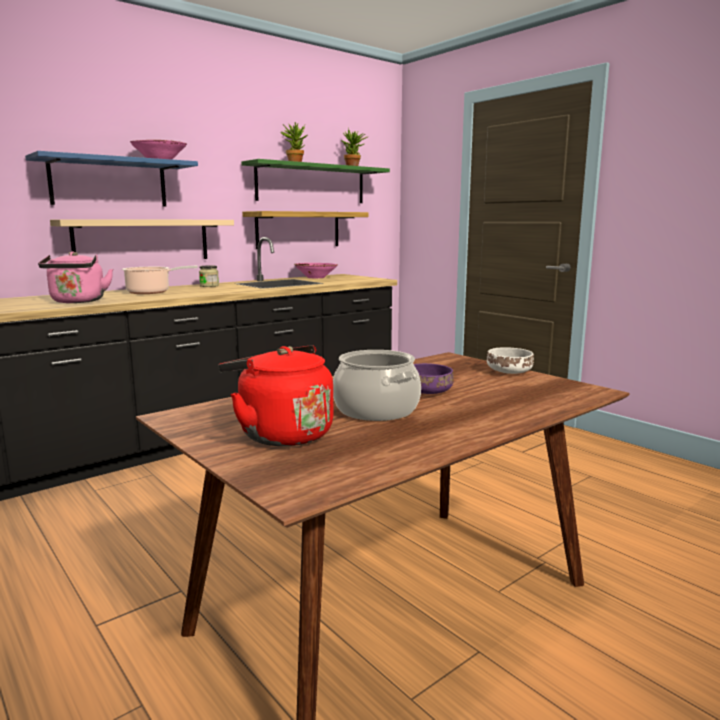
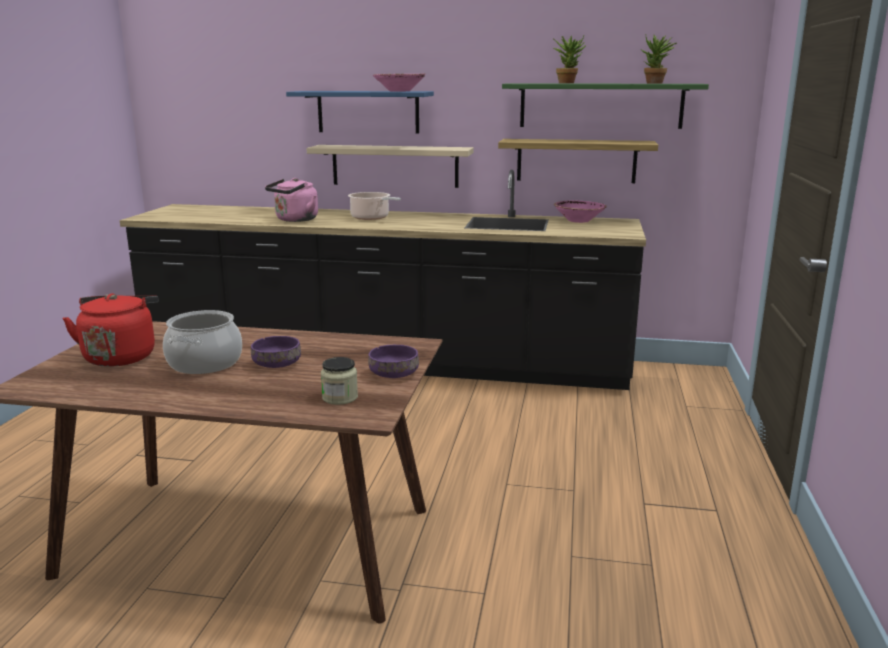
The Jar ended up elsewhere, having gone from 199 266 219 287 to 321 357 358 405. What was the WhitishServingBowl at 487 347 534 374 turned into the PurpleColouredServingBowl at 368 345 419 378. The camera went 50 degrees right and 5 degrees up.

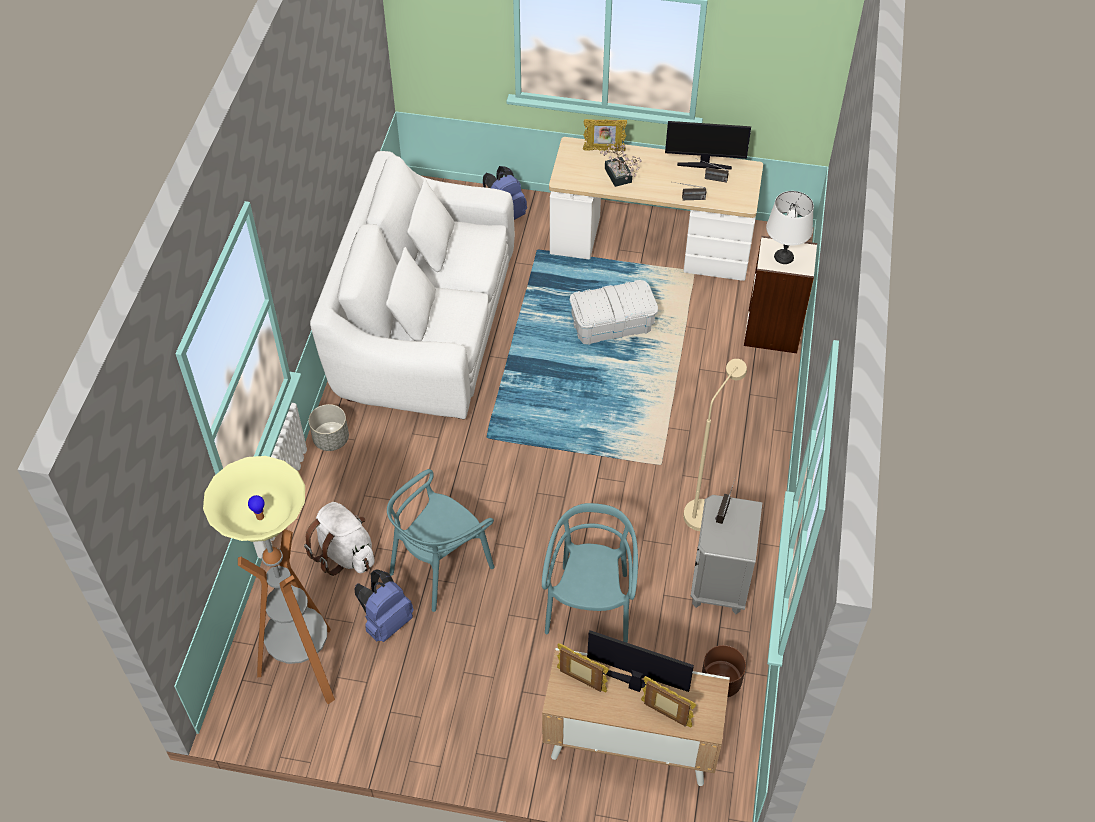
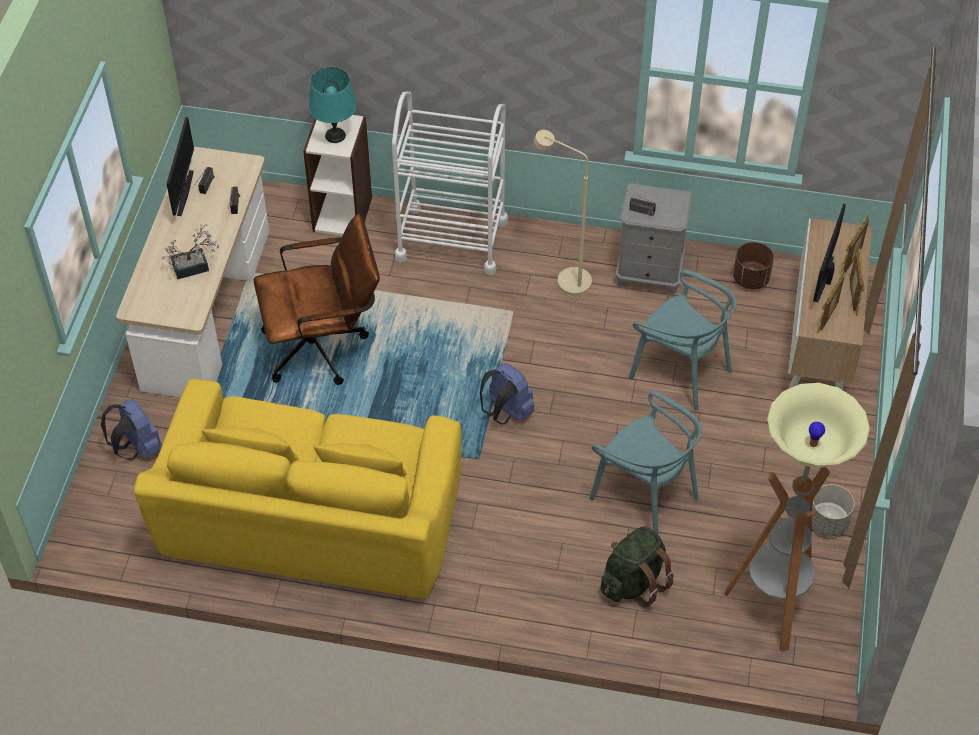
What was the WhitishKnapsack at 304 502 375 576 turned into the GreenKnapsack at 601 526 674 608. The GrayPlanter ended up elsewhere, having gone from 309 404 349 451 to 812 484 855 537. What was the WhitishSofa at 310 151 515 419 turned into the YellowSofa at 134 379 461 598. The BluishKnapsack ended up elsewhere, having gone from 355 570 414 642 to 480 363 534 425. The TurquoiseChair at 542 503 638 643 ended up facing another way, 150 degrees counterclockwise from before. Where the WhitishStorageContainer stood at 570 280 658 345, the BrownishComputerChair came to stand at 254 213 380 385. The StandingFrame ended up elsewhere, having gone from 583 119 627 151 to 849 248 865 316. What was the WhitishTabletopLamp at 766 191 814 264 turned into the TurquoiseTabletopLamp at 309 67 356 143. The second view gained the WhitishCart at 392 91 508 275. The camera went 90 degrees left and 0 degrees up.

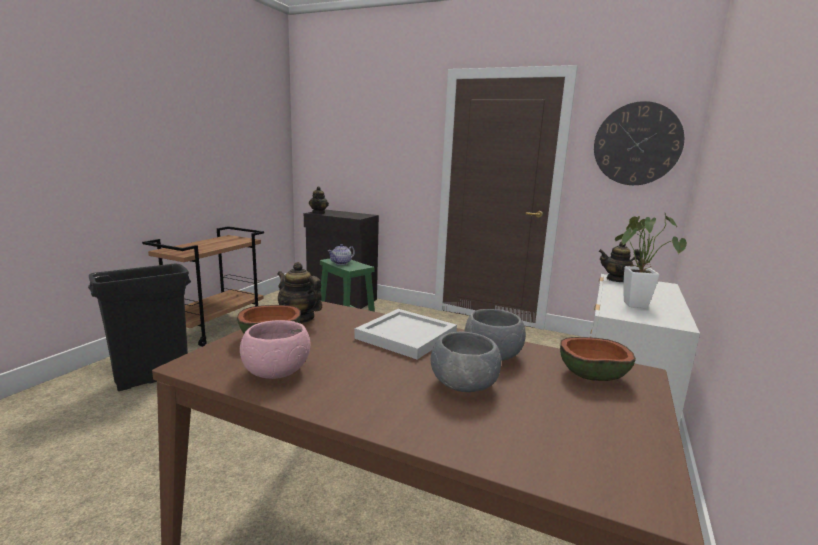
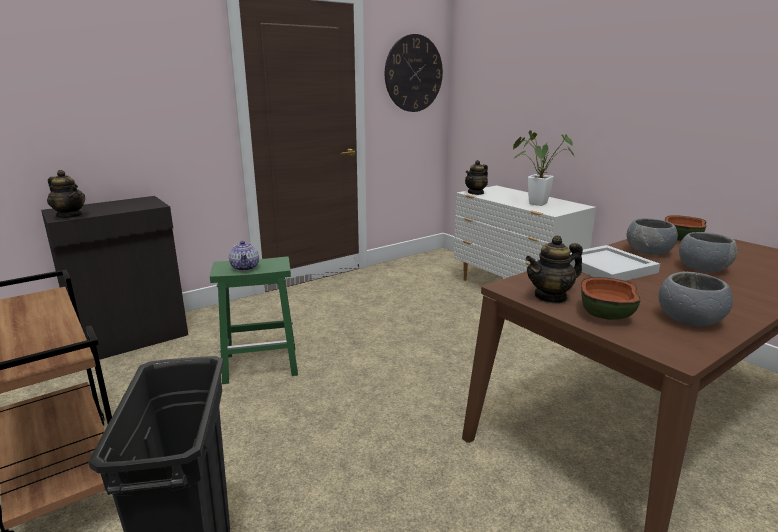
What was the PinkishServingBowl at 240 320 311 379 turned into the GrayServingBowl at 659 272 733 326. The camera went 60 degrees left and 5 degrees up.

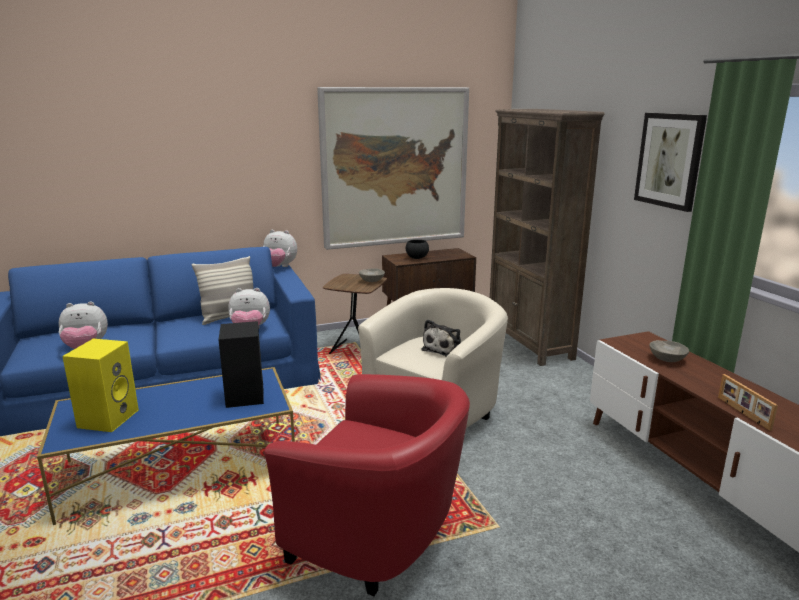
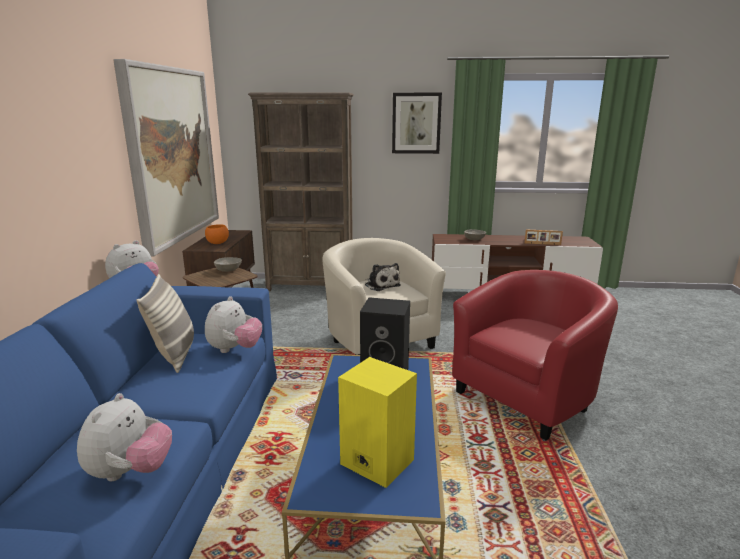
What was the BlackServingBowl at 406 240 429 259 turned into the OrangeColouredServingBowl at 205 224 229 244. The camera went 65 degrees left and 0 degrees up.

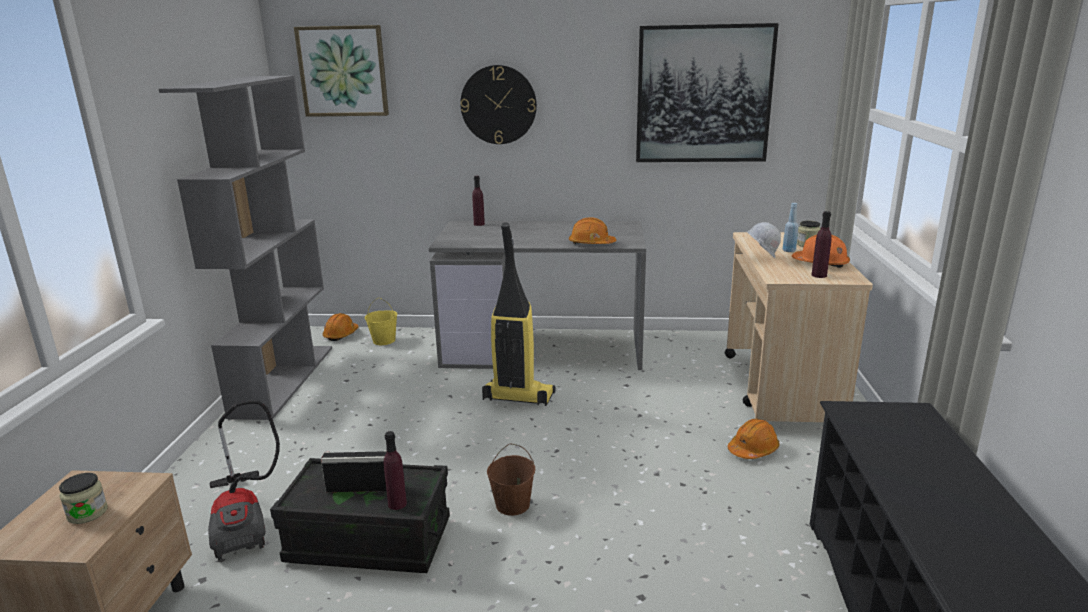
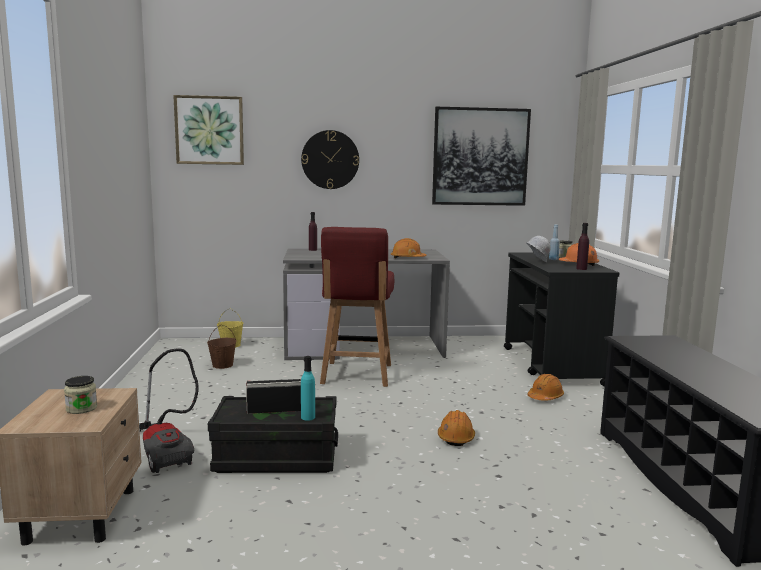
The second view lost the GrayShelvingUnit at 159 76 332 420. The OrangeColouredHardHat ended up elsewhere, having gone from 323 313 359 341 to 438 410 475 446. What was the PurpleColouredDrinkBottle at 384 431 407 510 turned into the TurquoiseDrinkBottle at 301 356 315 421. Where the Hoover stood at 482 222 556 406, the RedColouredChair came to stand at 320 227 394 387. The BrownishWaterBucket ended up elsewhere, having gone from 487 443 535 516 to 207 325 237 369. What was the BeigeColouredCart at 725 232 873 422 turned into the BlackCart at 504 253 620 387. The camera went 10 degrees left and 10 degrees down.

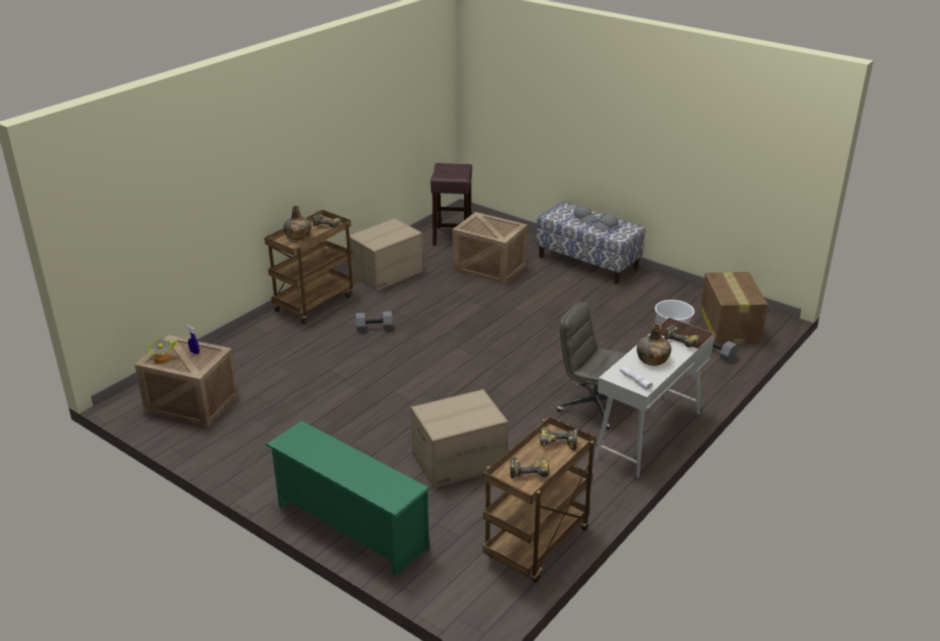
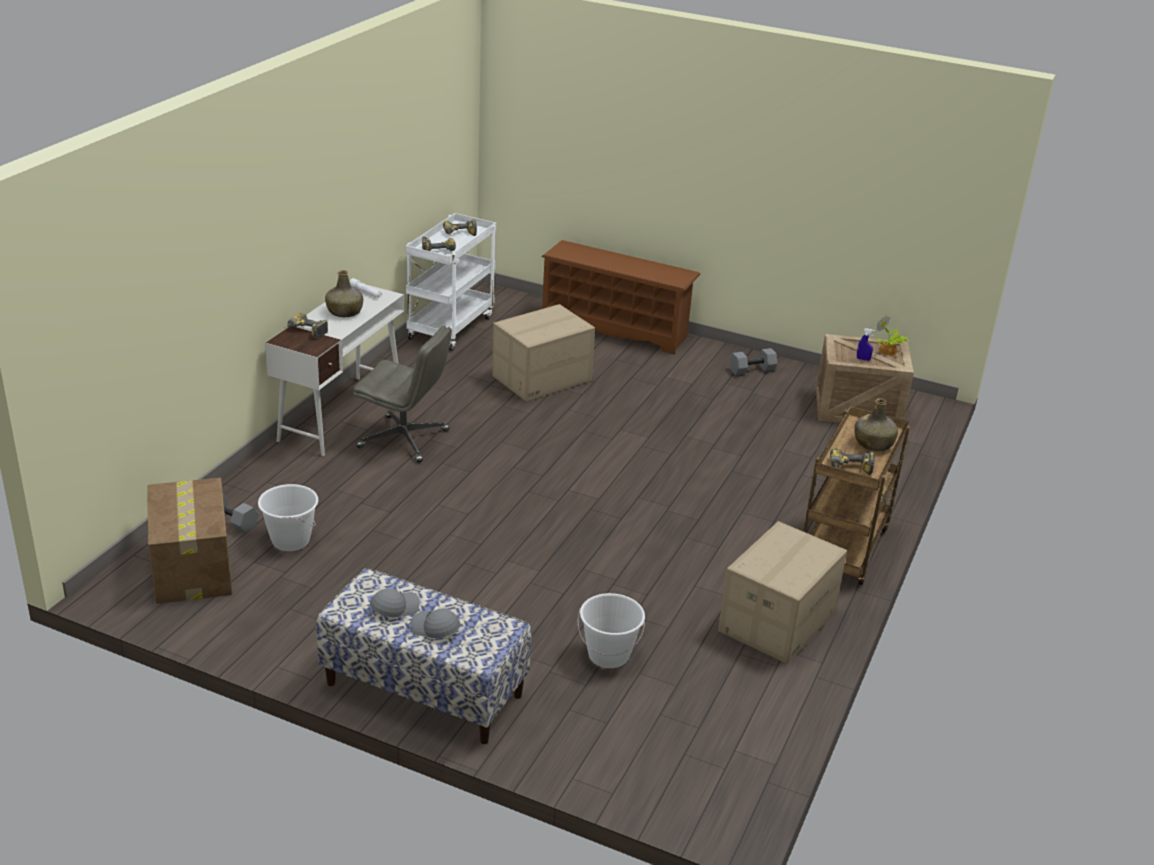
What was the GreenShoeRack at 265 421 431 576 turned into the BrownishShoeRack at 542 240 700 355. The GrayHandWeight ended up elsewhere, having gone from 356 311 393 331 to 730 348 777 375. The second view lost the BrownishStoolSeat at 431 163 472 246. Where the ShippingCrate stood at 452 212 527 285, the WhitishWaterBucket came to stand at 578 593 645 668. What was the BrownishCart at 483 416 596 583 turned into the WhitishCart at 406 213 496 351. The camera went 165 degrees right and 0 degrees up.

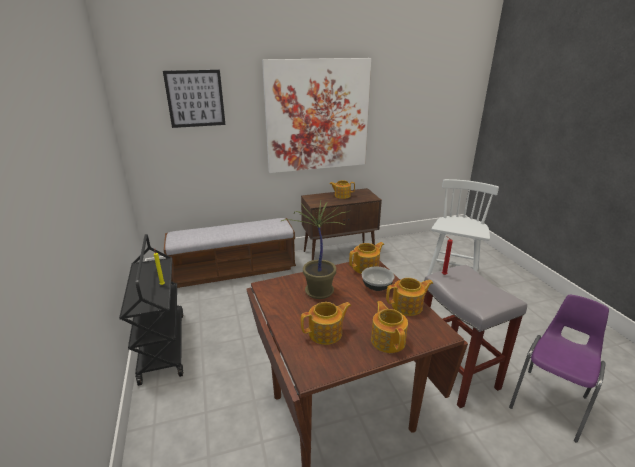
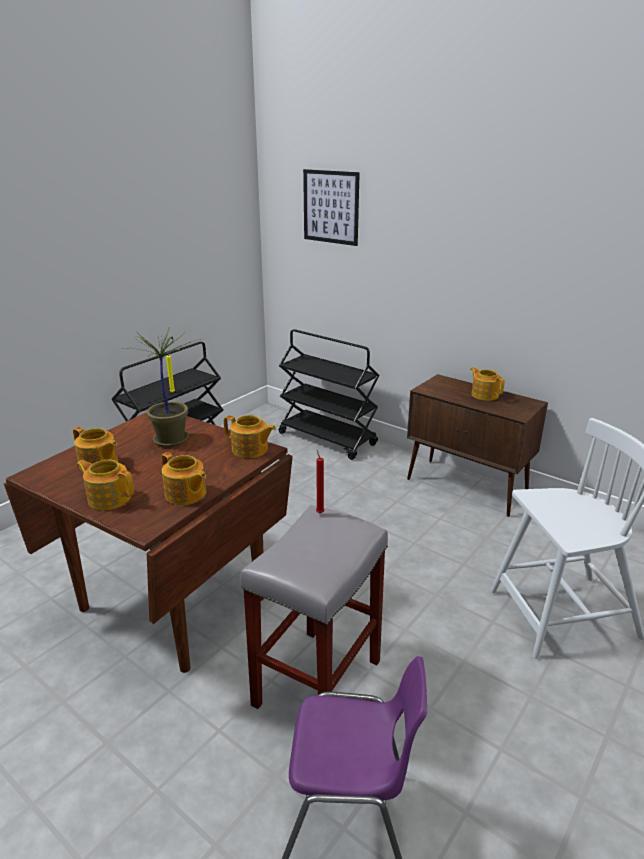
Where the Bench stood at 164 218 296 288, the BlackCart came to stand at 279 329 379 460. The second view lost the Picture at 262 58 371 173. The second view lost the ServingBowl at 362 266 395 291. The PotForTea at 371 301 408 353 ended up facing another way, 105 degrees counterclockwise from before. The camera went 55 degrees right and 0 degrees up.

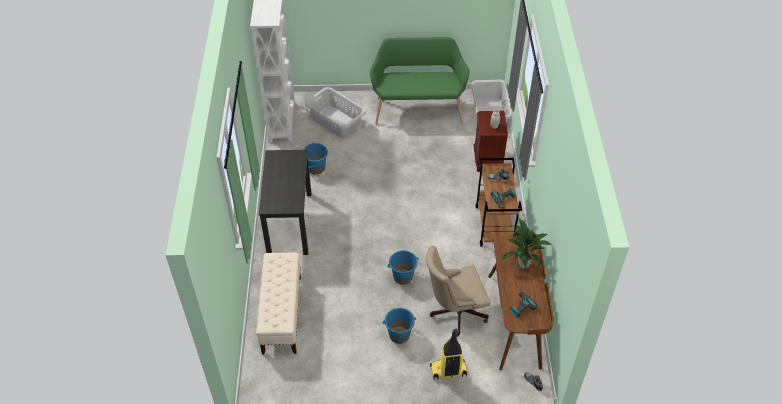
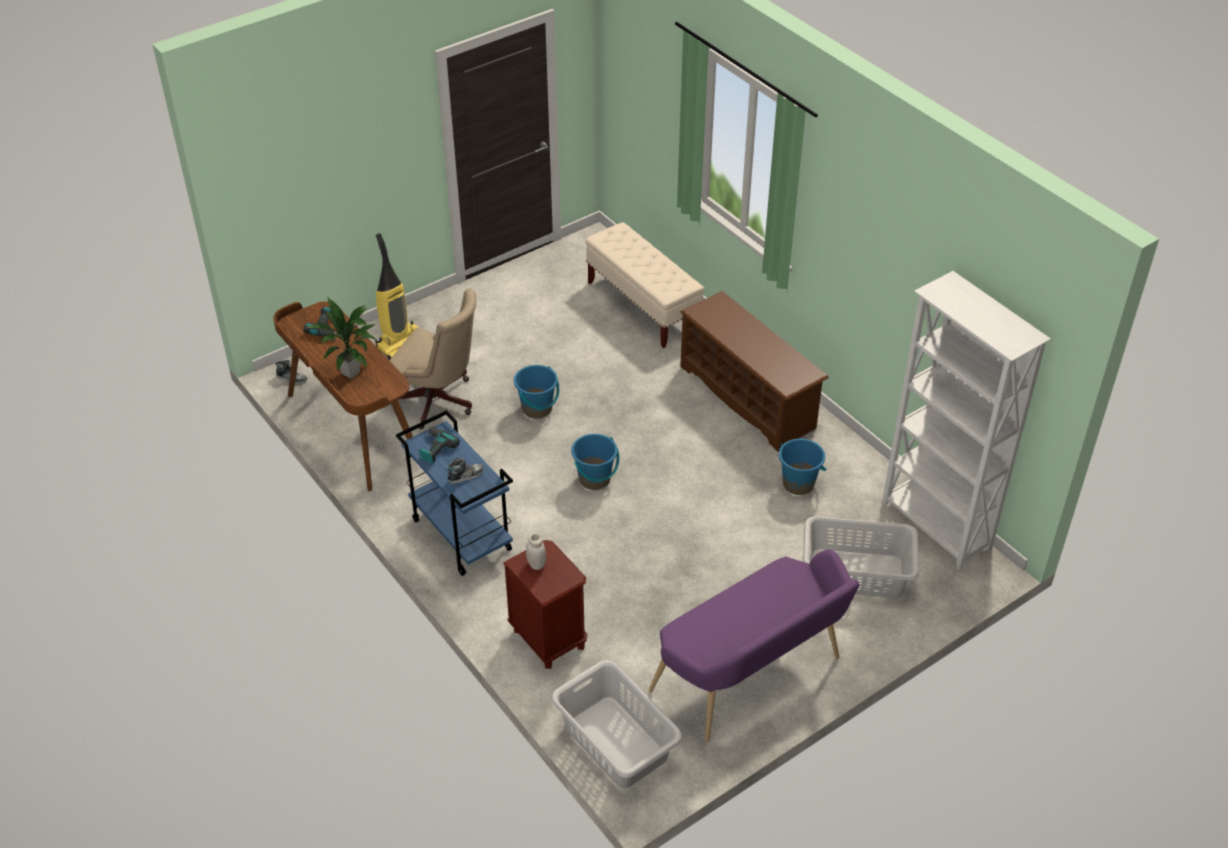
Where the BlackDeskUnit stood at 259 150 311 255, the BrownishShoeRack came to stand at 680 291 829 452. What was the GreenBench at 370 37 469 124 turned into the PurpleColouredBench at 649 549 859 743. The BluishWaterBucket ended up elsewhere, having gone from 383 308 416 344 to 571 434 619 490. The BeigeColouredComputerChair at 426 246 491 337 ended up facing another way, 75 degrees clockwise from before. What was the BrownishCart at 475 158 522 247 turned into the BluishCart at 396 410 513 576. The camera went 145 degrees right and 5 degrees down.

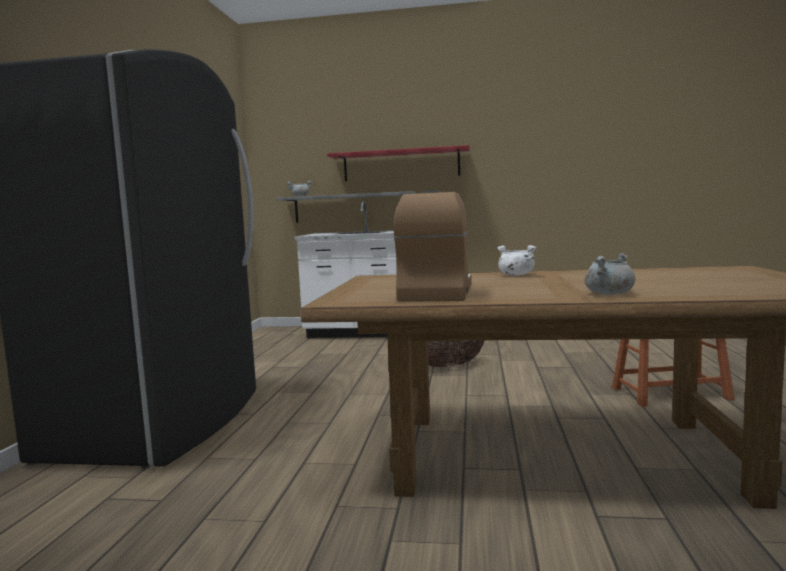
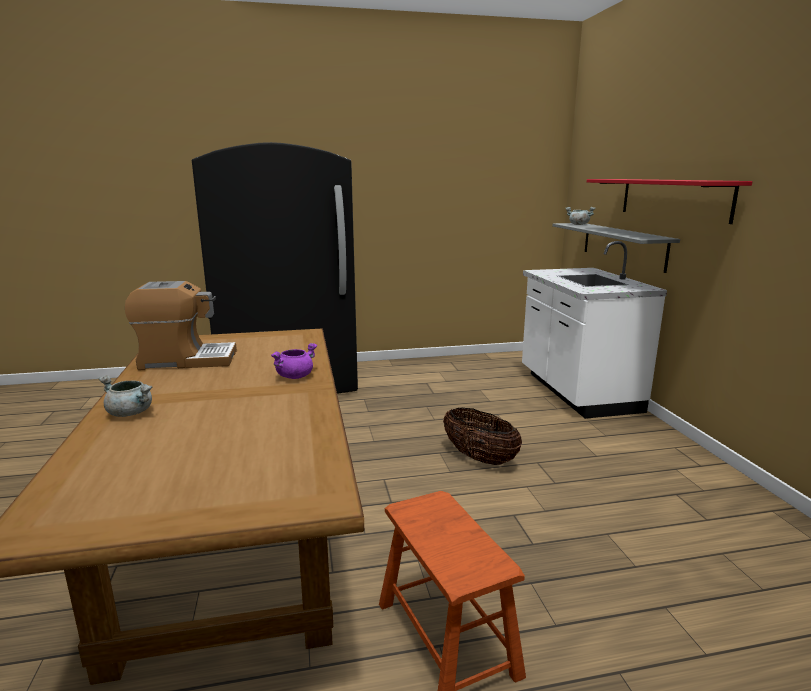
What was the WhitishStockpot at 497 245 537 276 turned into the PurpleColouredStockpot at 271 343 317 379. The camera went 70 degrees right and 10 degrees up.

